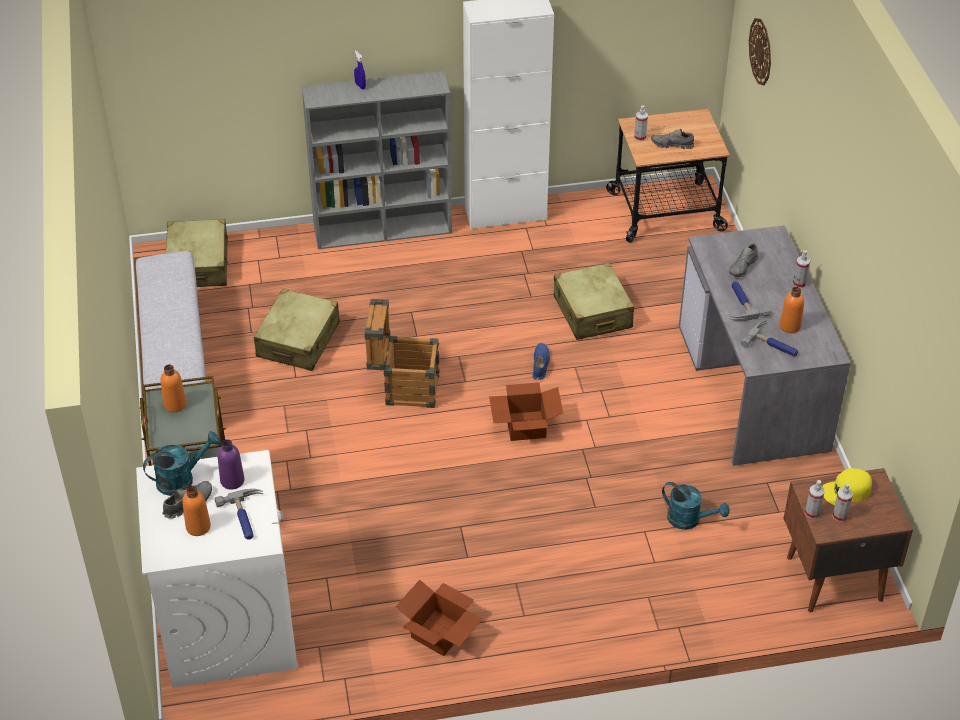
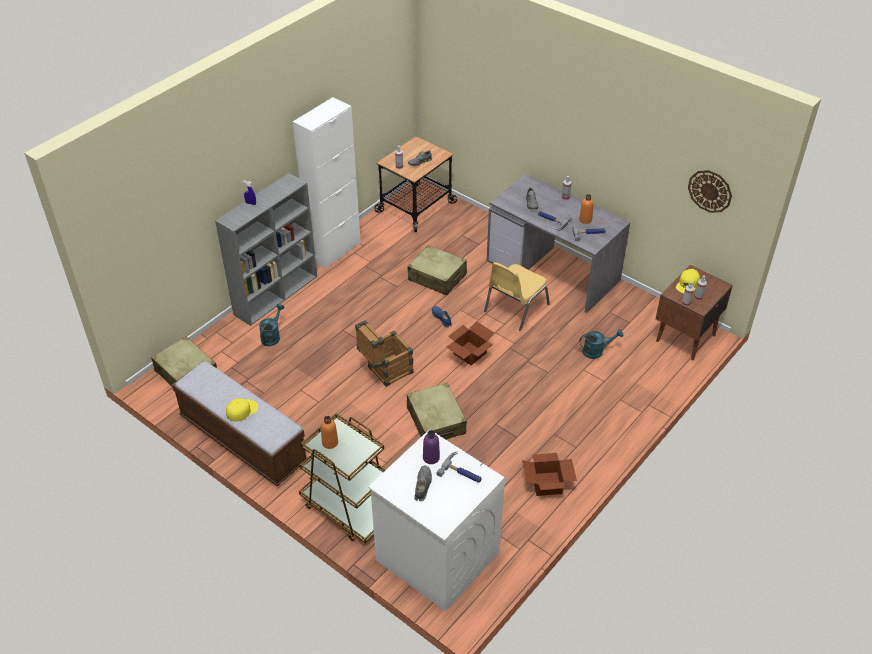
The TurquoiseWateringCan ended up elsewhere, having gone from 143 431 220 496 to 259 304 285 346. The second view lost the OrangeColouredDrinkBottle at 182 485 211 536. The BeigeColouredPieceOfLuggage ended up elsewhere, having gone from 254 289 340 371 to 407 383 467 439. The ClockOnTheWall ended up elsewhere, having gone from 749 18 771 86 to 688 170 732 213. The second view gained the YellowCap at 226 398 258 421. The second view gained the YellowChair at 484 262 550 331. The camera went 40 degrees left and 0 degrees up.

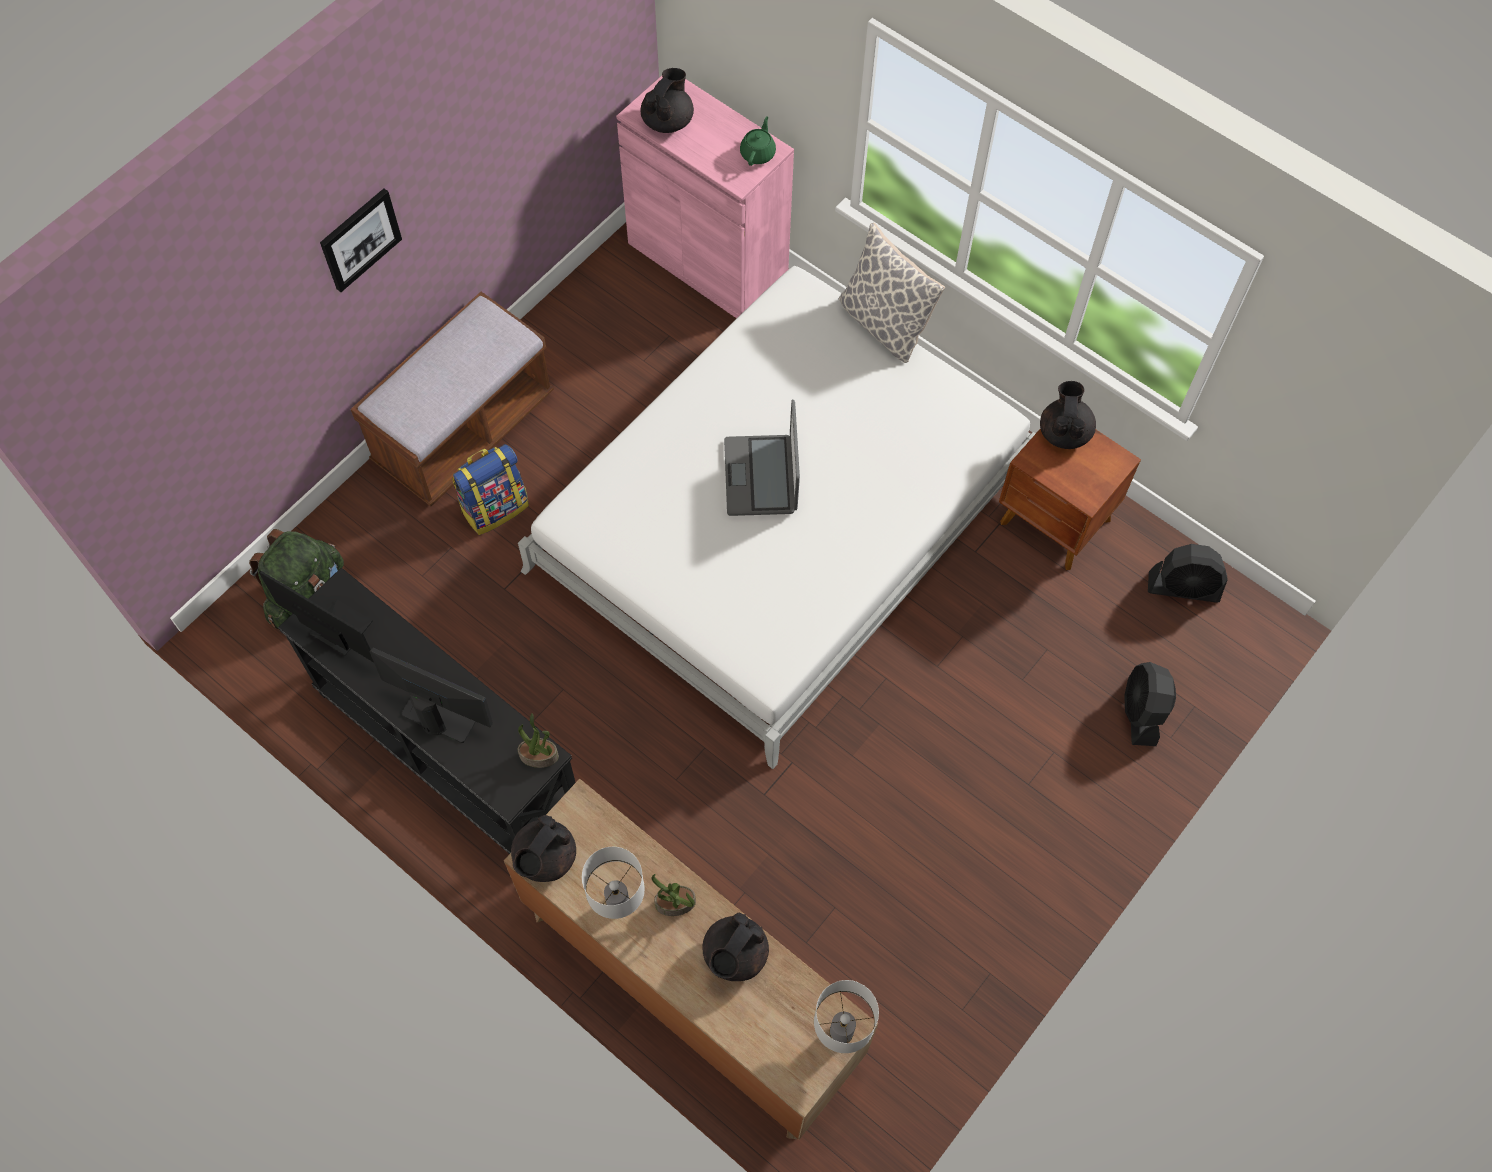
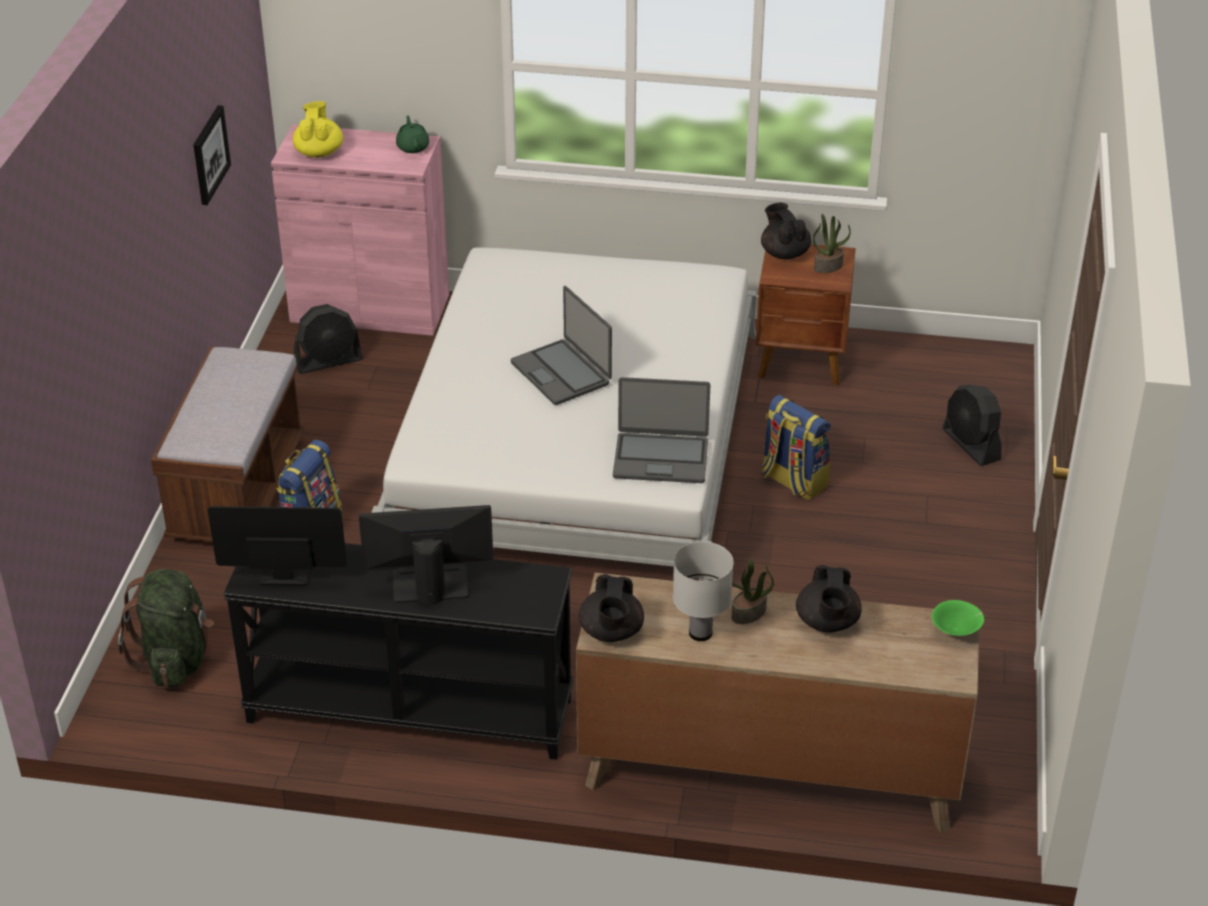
The Picture ended up elsewhere, having gone from 320 188 402 292 to 193 105 231 205. The Houseplant ended up elsewhere, having gone from 518 713 559 768 to 813 214 851 273. What was the BlackPotForTea at 640 68 694 133 turned into the YellowPotForTea at 293 101 343 158. Where the WhitishTabletopLamp stood at 814 980 879 1053, the GreenServingBowl came to stand at 932 600 984 636. The second view lost the ThrowPillow at 838 223 945 363. The BlackCoolingFan ended up elsewhere, having gone from 1148 544 1228 603 to 294 304 363 374. The second view gained the PortableComputer at 613 377 710 483. The second view gained the Knapsack at 761 395 831 501. The camera went 30 degrees left and 25 degrees down.

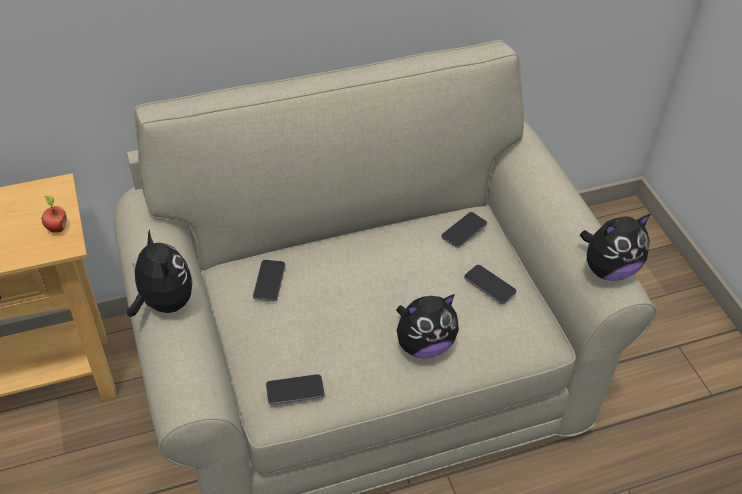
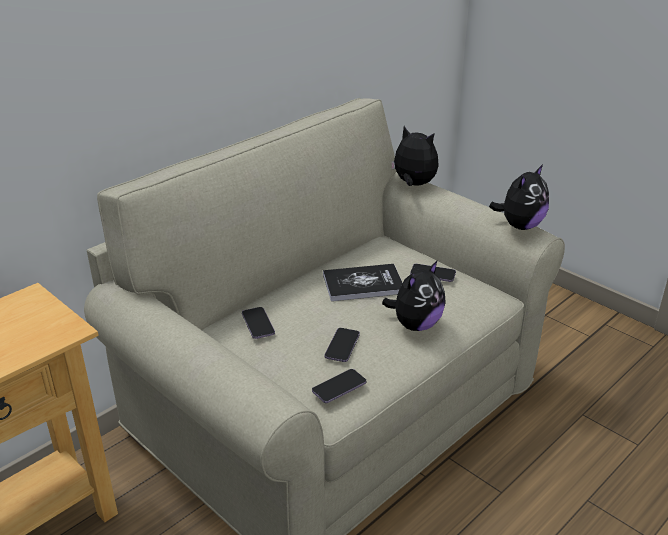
The second view lost the AppleFruit at 41 195 67 233. The SoftToy ended up elsewhere, having gone from 127 229 193 317 to 391 126 439 186. The Handset ended up elsewhere, having gone from 441 212 487 248 to 325 328 360 362. The second view gained the Book at 323 264 402 301. The camera went 25 degrees left and 15 degrees down.

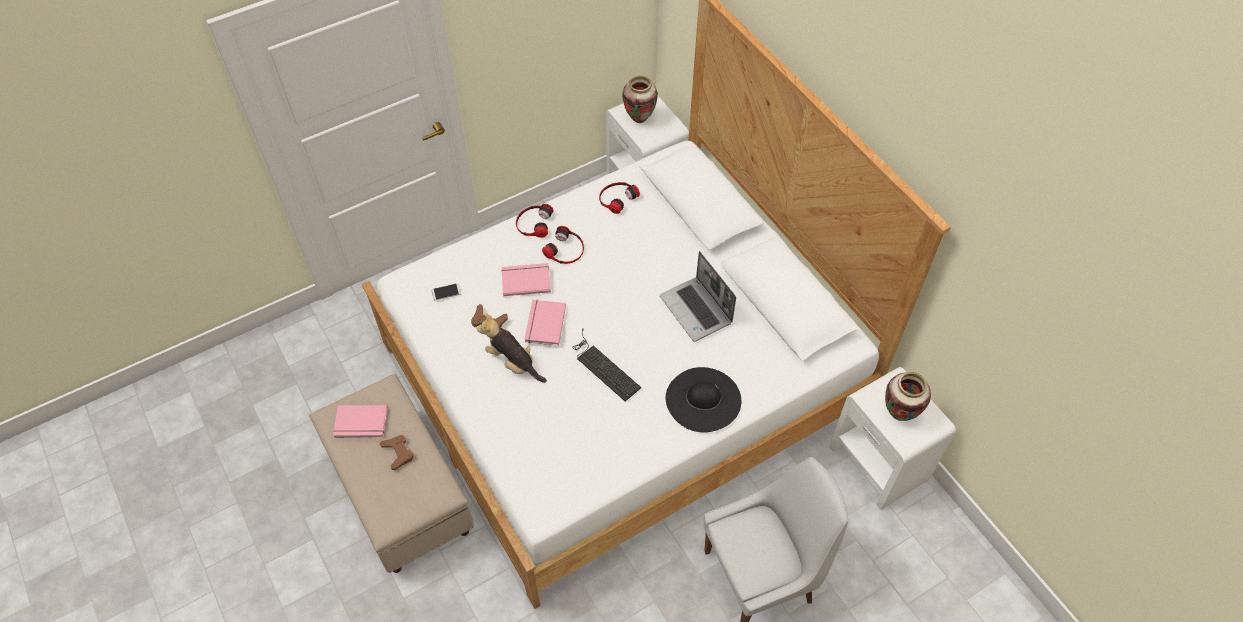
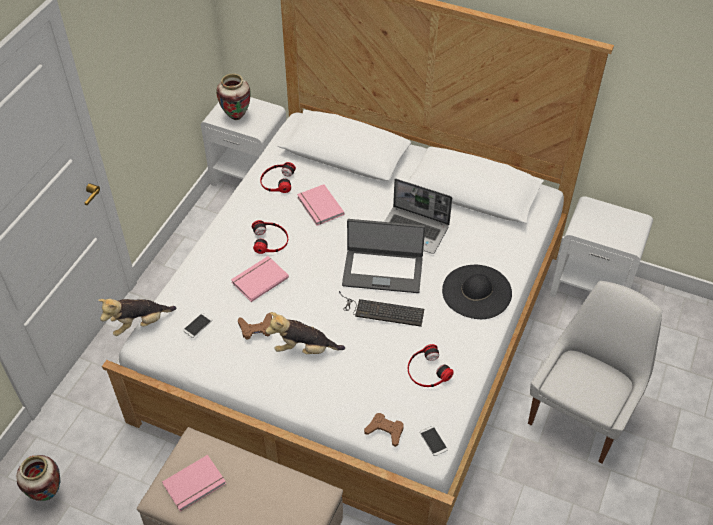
The BrownishGameController ended up elsewhere, having gone from 379 435 414 470 to 364 413 404 447. The PairOfHeadphones ended up elsewhere, having gone from 516 204 554 238 to 408 344 454 387. The PinkishBook ended up elsewhere, having gone from 524 300 566 346 to 297 184 345 225. The FlowerVase ended up elsewhere, having gone from 885 372 931 421 to 16 455 61 501. The second view gained the SoftToy at 98 299 177 336. The second view gained the PortableComputer at 342 219 425 293. The second view gained the Handset at 420 426 448 456. The camera went 35 degrees left and 5 degrees down.

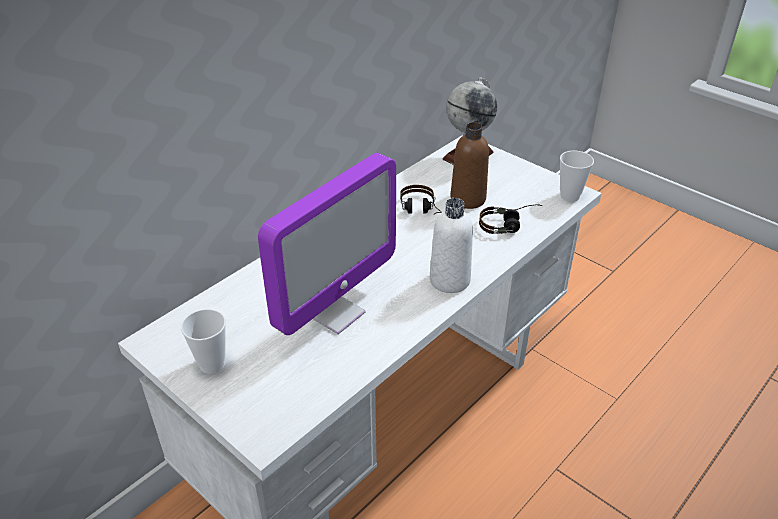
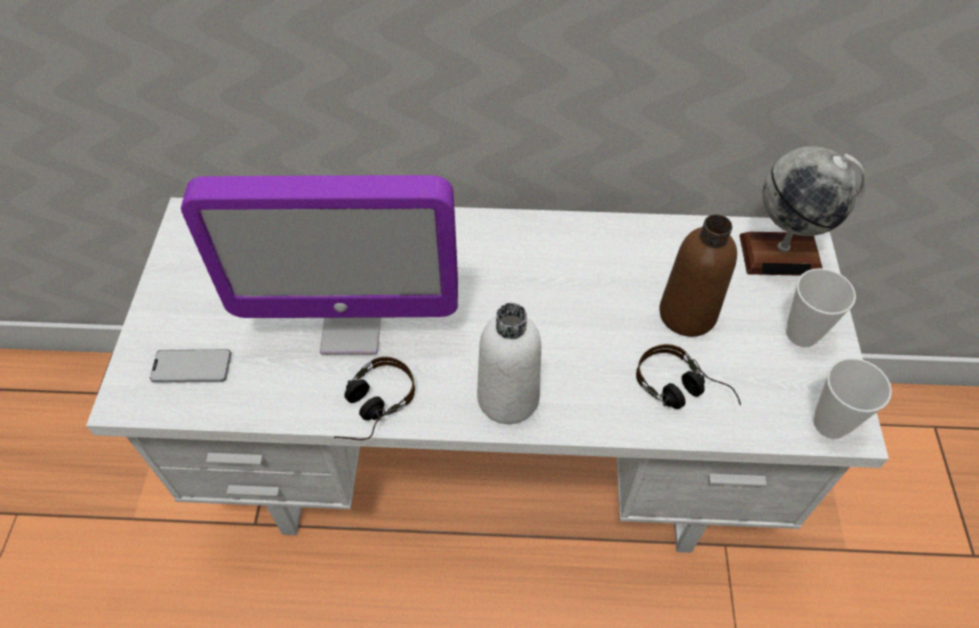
The Cup ended up elsewhere, having gone from 181 309 226 374 to 786 268 856 347. The PairOfHeadphones ended up elsewhere, having gone from 400 185 441 214 to 334 357 415 440. The second view gained the Handset at 150 349 232 383. The camera went 50 degrees right and 15 degrees up.

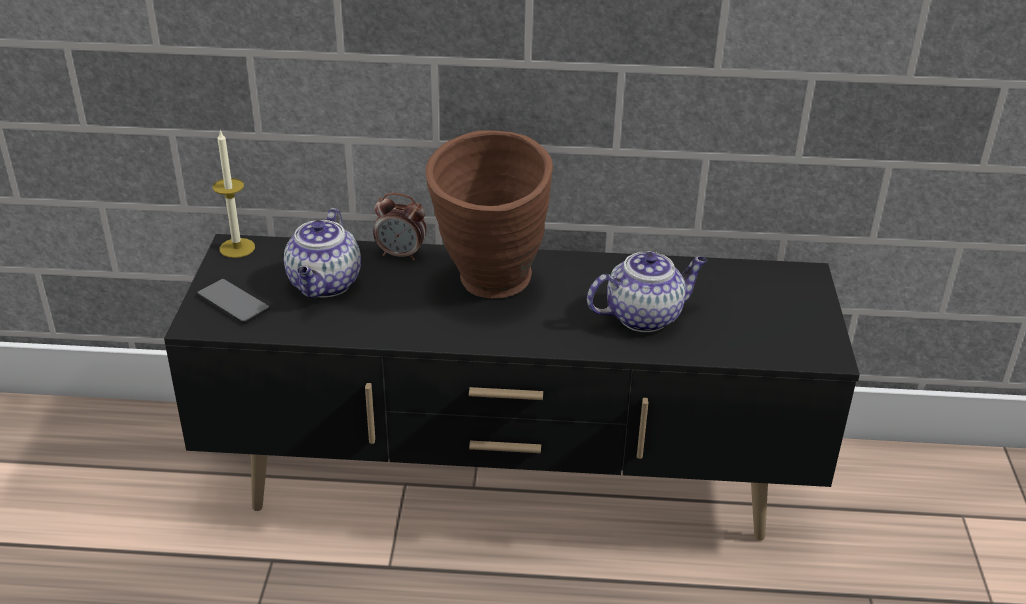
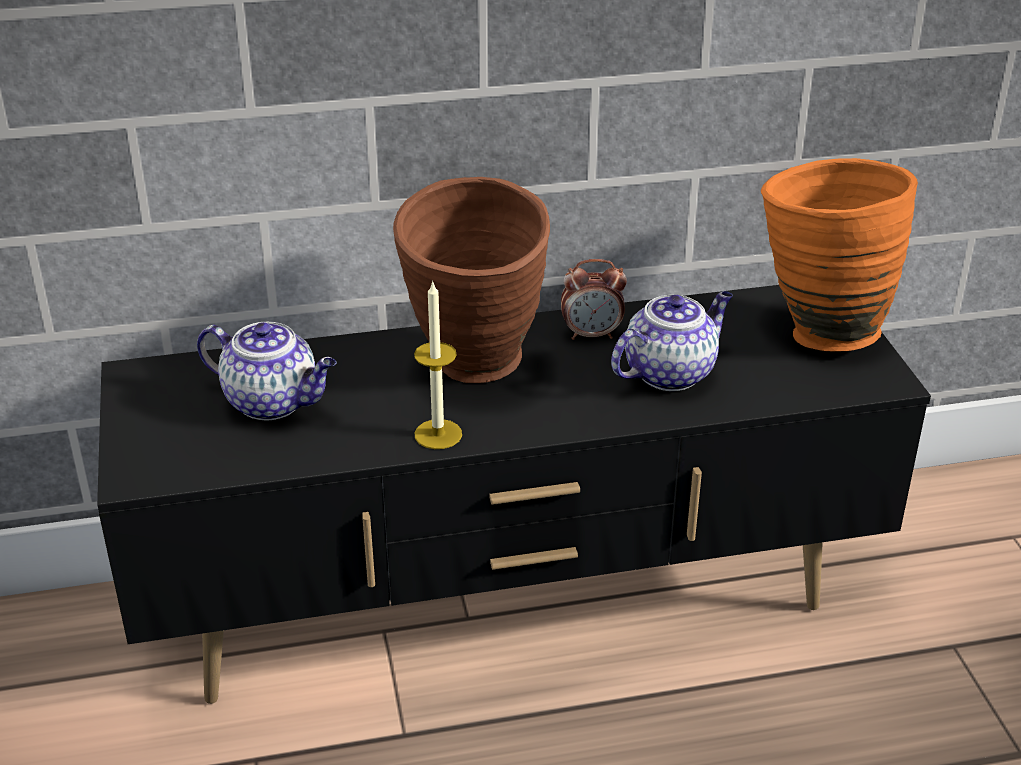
The second view lost the Handset at 197 279 270 324. The Candle ended up elsewhere, having gone from 213 130 255 258 to 414 280 462 449. The PotForTea at 284 208 361 298 ended up facing another way, 60 degrees counterclockwise from before. The AlarmClock ended up elsewhere, having gone from 373 193 427 260 to 561 259 627 340. The second view gained the OrangeColouredFlowerVase at 761 158 918 351. The camera went 15 degrees left and 0 degrees up.

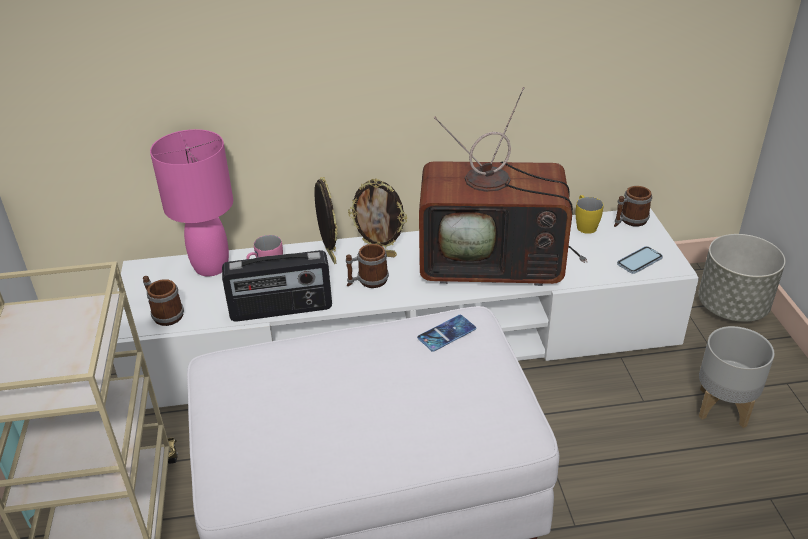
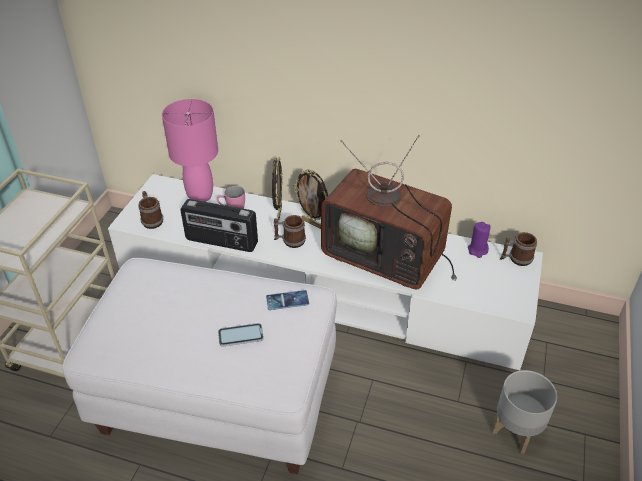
Where the YellowCoffeeMug stood at 576 195 603 234, the PurpleColouredCandle came to stand at 468 222 490 258. The Handset ended up elsewhere, having gone from 617 246 663 274 to 218 323 264 346. The second view lost the GrayPlanter at 698 234 786 322. The camera went 25 degrees right and 5 degrees up.

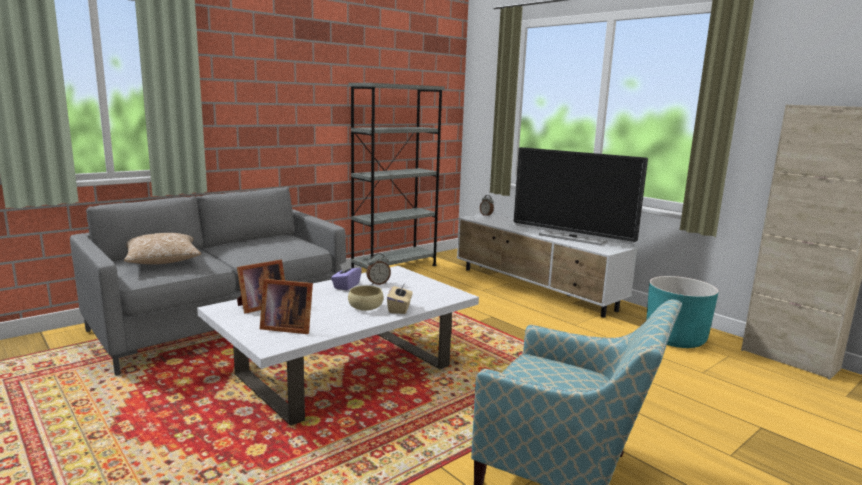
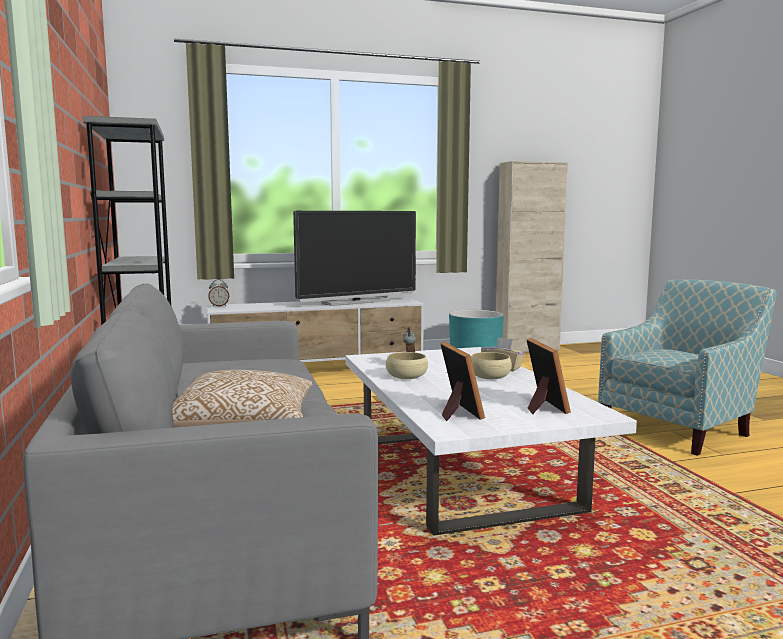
The StandingFrame at 260 279 313 334 ended up facing another way, 45 degrees counterclockwise from before. Where the PurpleColouredTissueHolder stood at 331 262 362 290, the BeigeColouredServingBowl came to stand at 386 352 428 379. The camera went 65 degrees left and 5 degrees down.

